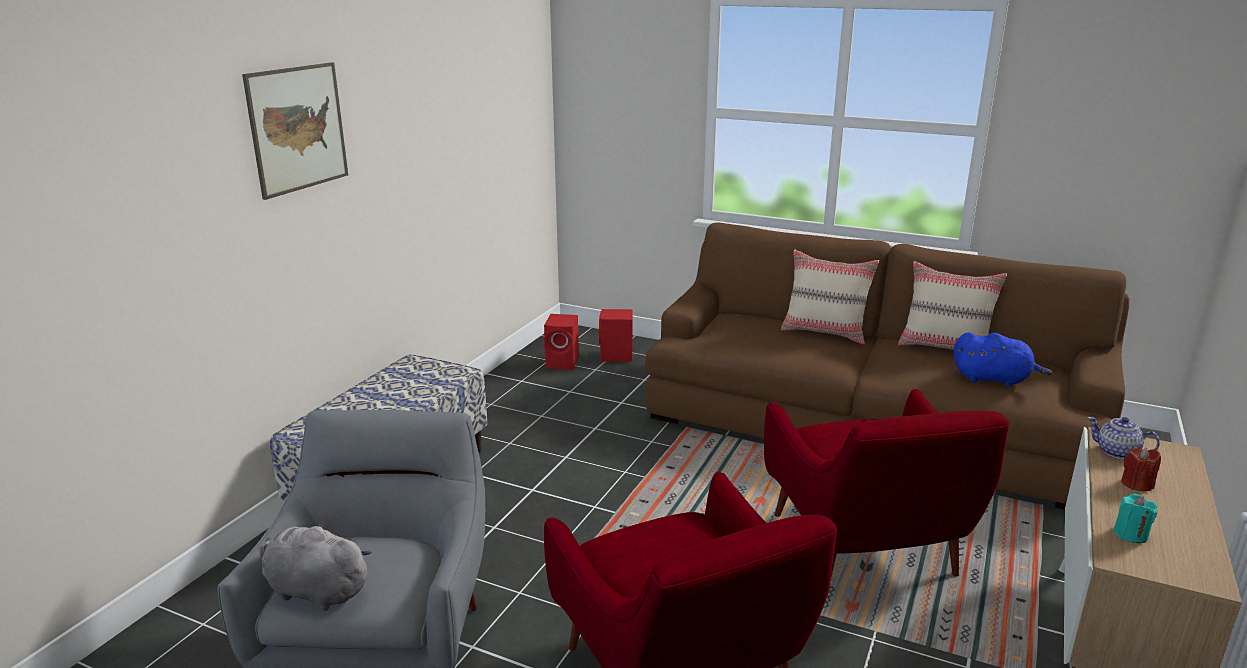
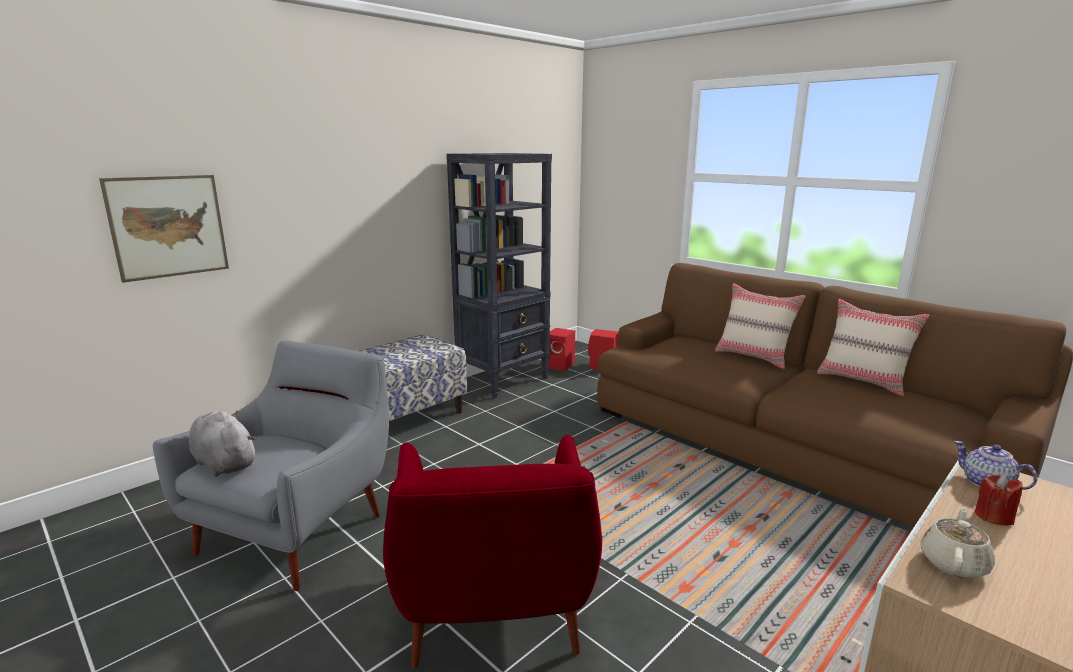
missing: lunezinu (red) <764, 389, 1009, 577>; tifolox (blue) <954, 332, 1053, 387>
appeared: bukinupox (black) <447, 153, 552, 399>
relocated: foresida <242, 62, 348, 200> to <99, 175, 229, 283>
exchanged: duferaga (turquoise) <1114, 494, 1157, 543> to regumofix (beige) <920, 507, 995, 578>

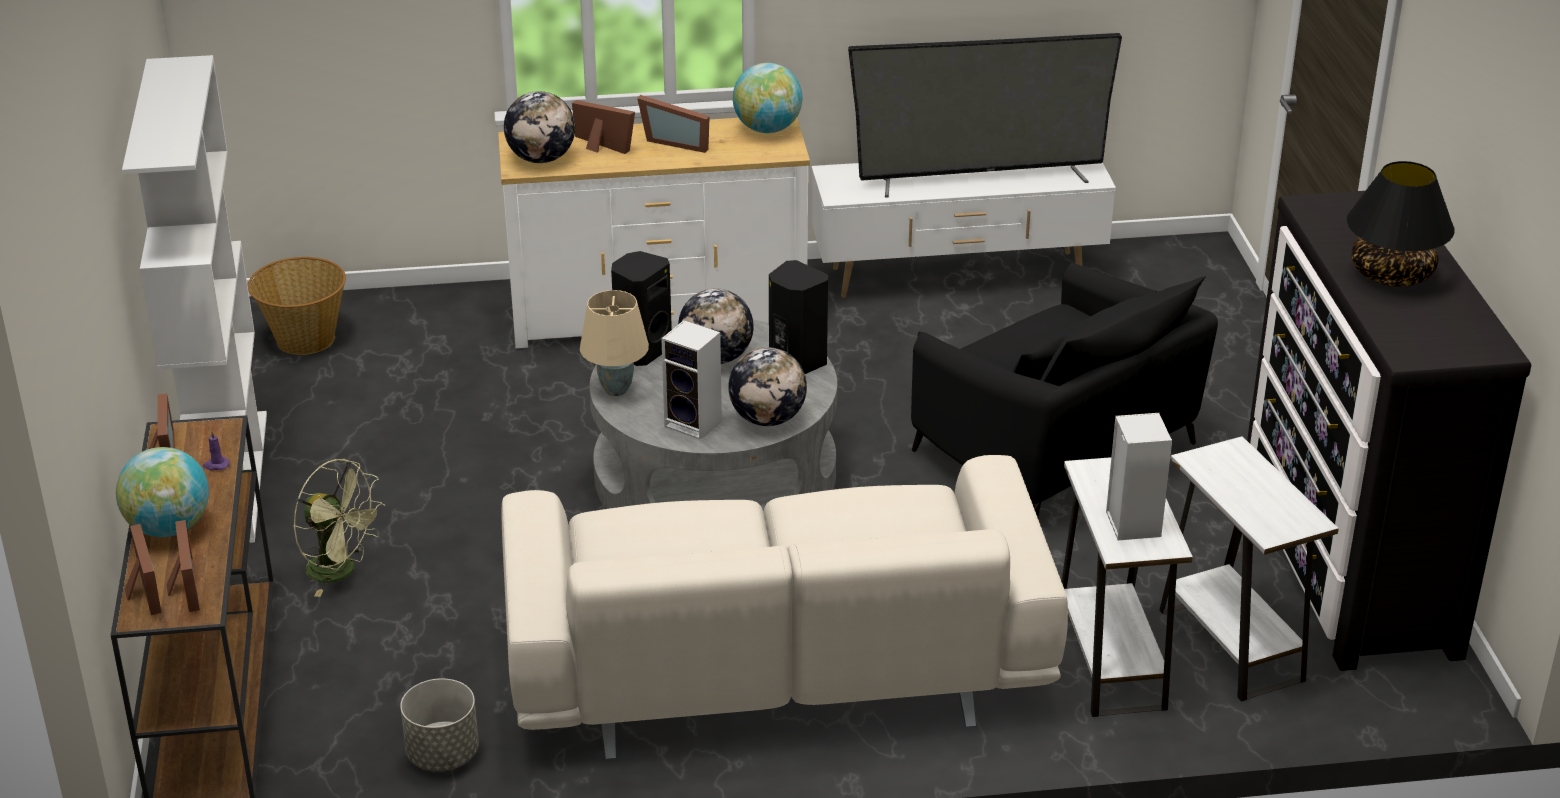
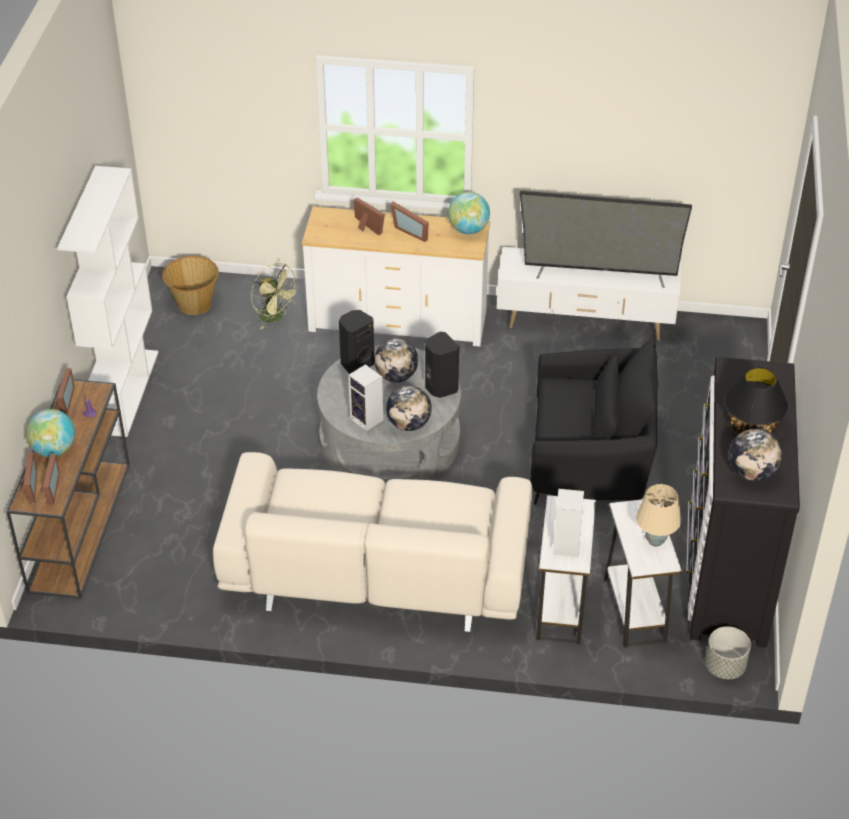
relocated: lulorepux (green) <293, 459, 385, 597> to <251, 263, 301, 329>; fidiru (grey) <400, 678, 479, 771> to <705, 626, 751, 679>; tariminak <504, 91, 575, 163> to <729, 429, 782, 481>; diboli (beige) <580, 290, 649, 396> to <636, 484, 681, 547>
spun: lunezinu (black) <911, 262, 1218, 518> = <531, 334, 658, 505> 60 degrees counterclockwise

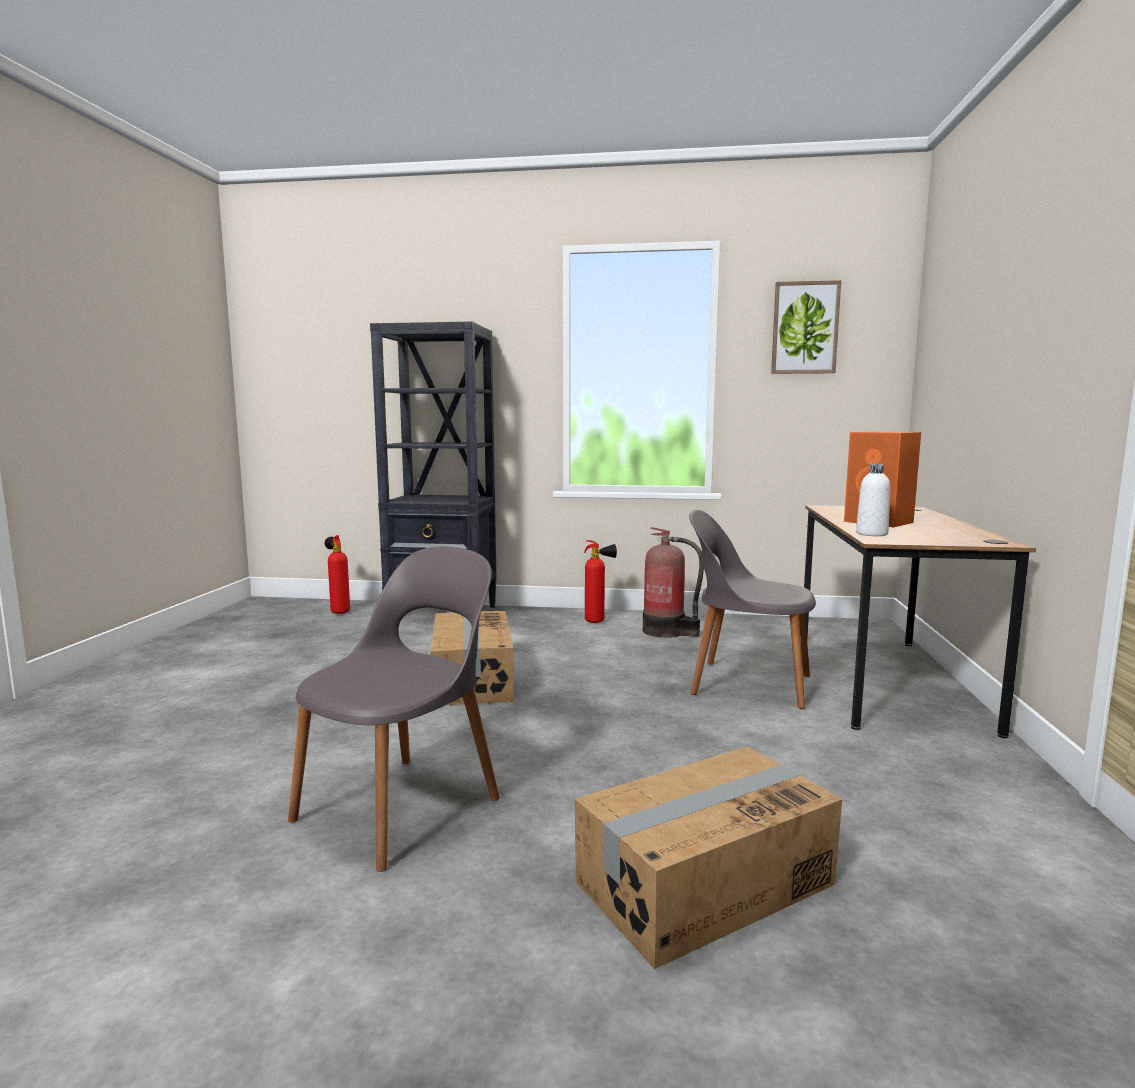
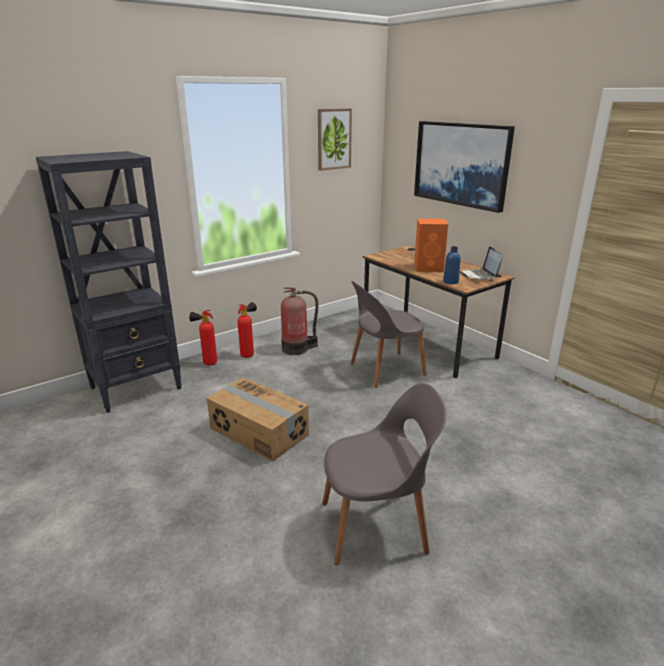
missing: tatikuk <575, 747, 842, 969>
appeared: foresida <414, 121, 515, 213>; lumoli <460, 247, 502, 280>
relocated: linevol <325, 535, 350, 614> to <189, 310, 217, 365>
colour: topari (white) <856, 464, 890, 536> to topari (blue) <443, 246, 461, 284>
spun: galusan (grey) <288, 546, 500, 872> = <322, 383, 447, 565> 90 degrees clockwise

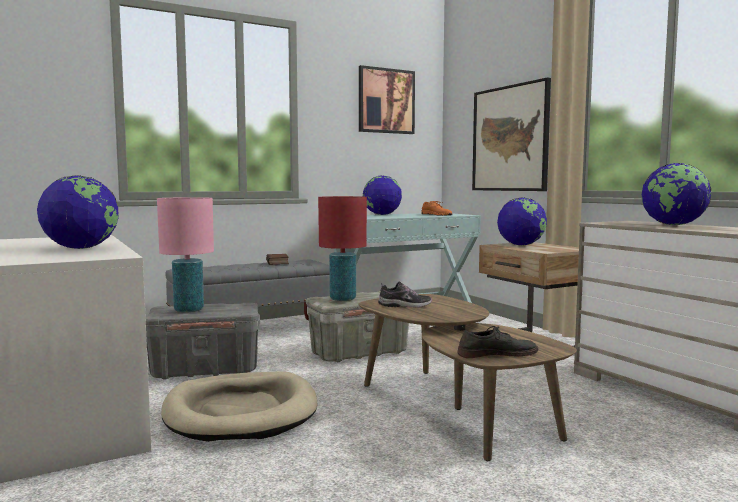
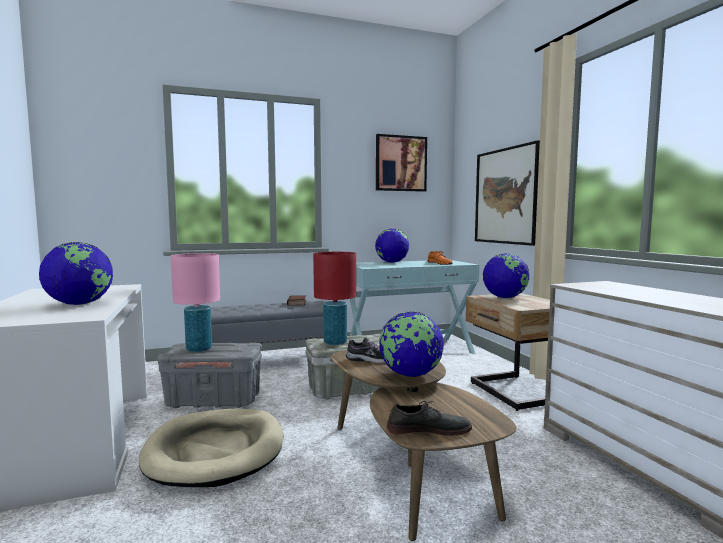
relocated: tariminak <641, 163, 711, 225> to <379, 312, 444, 377>

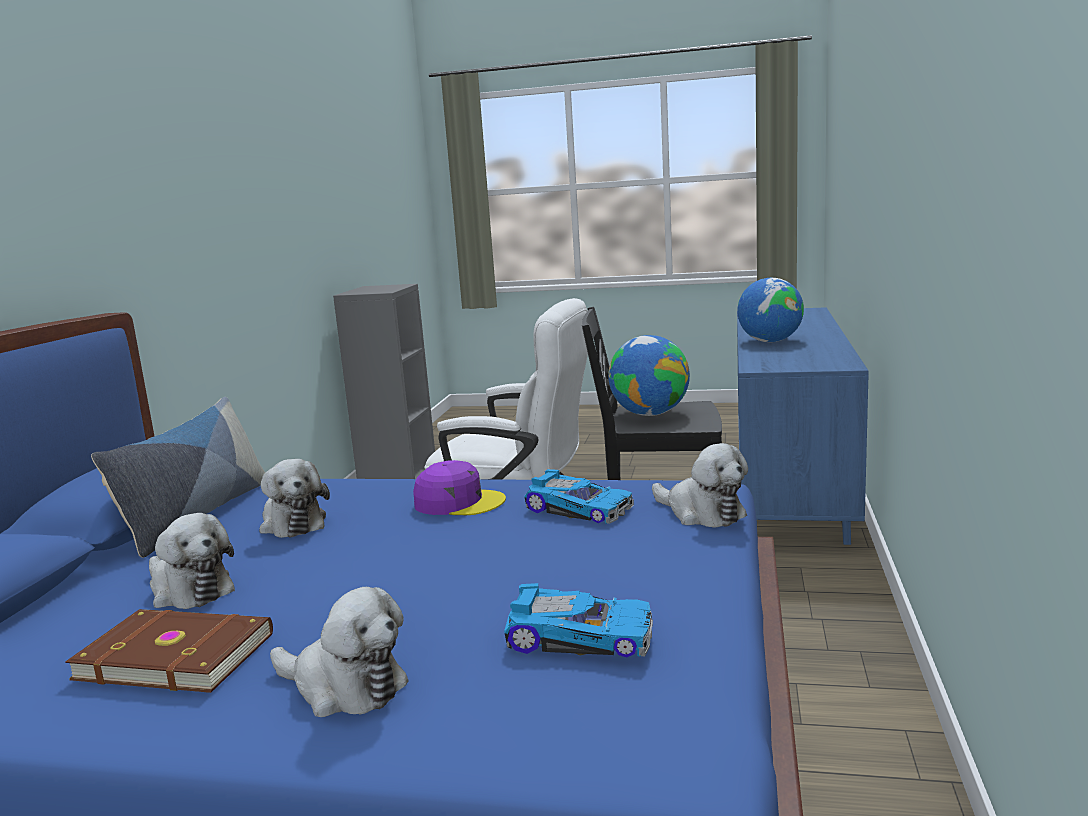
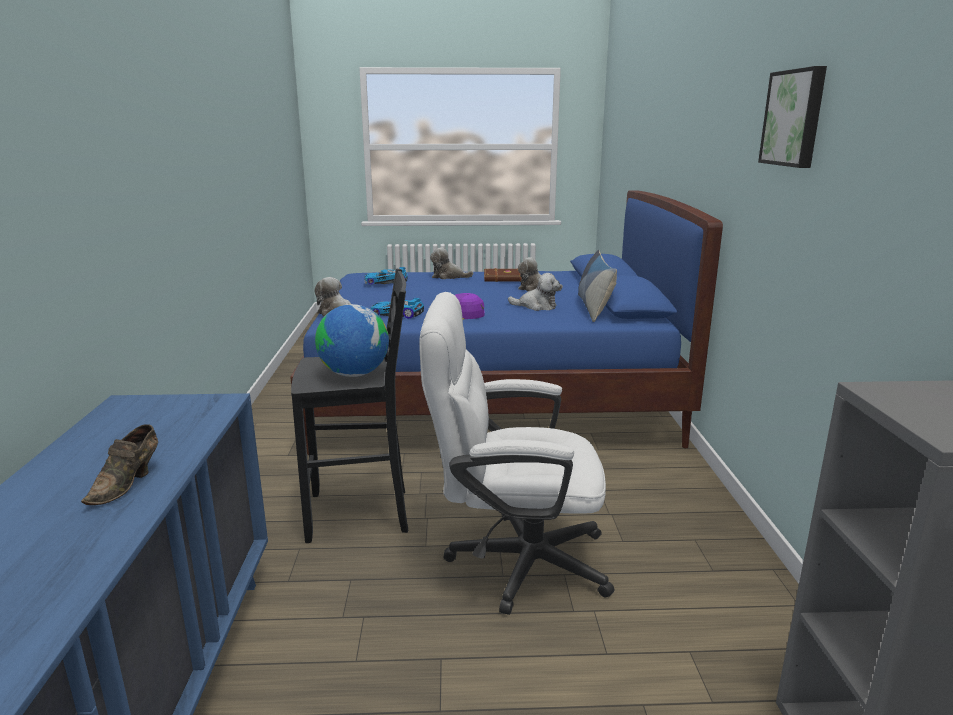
appeared: foresida <758, 66, 827, 168>
exchanged: tariminak <737, 278, 804, 342> to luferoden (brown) <81, 424, 158, 505>
spun: tifolox <259, 459, 330, 538> = <508, 273, 560, 311> 150 degrees clockwise

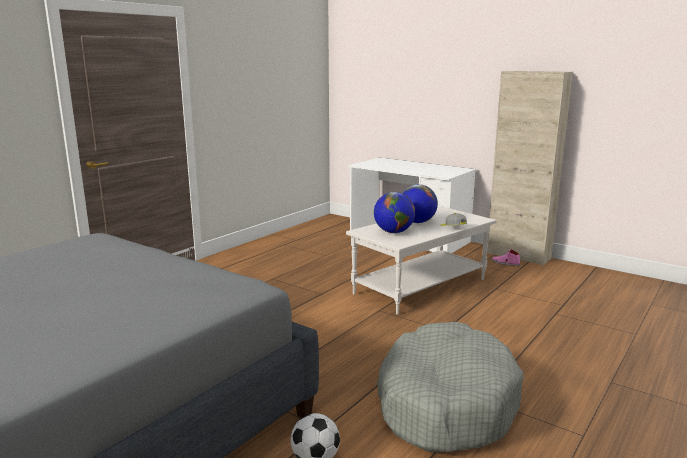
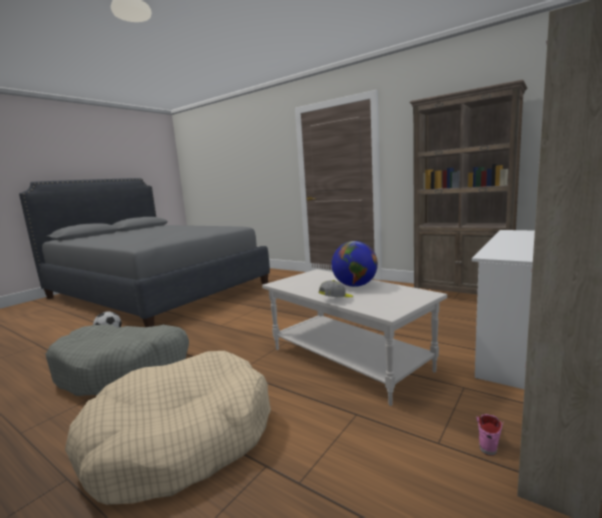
missing: tariminak <374, 192, 415, 233>
appeared: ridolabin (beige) <65, 351, 271, 505>; bukinupox (brown) <410, 80, 527, 294>

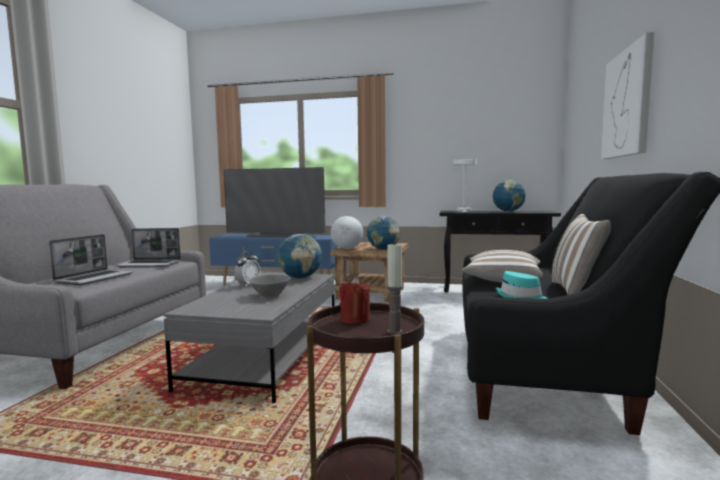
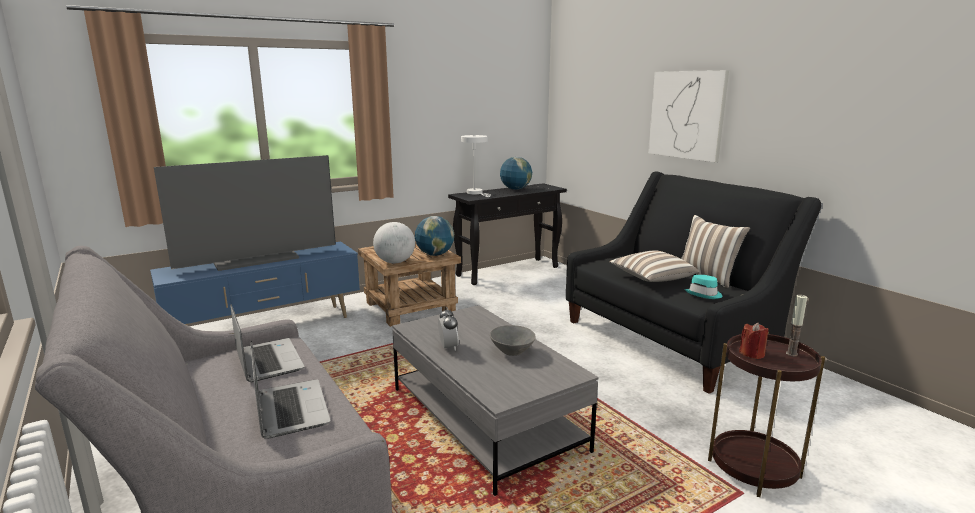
missing: tariminak <277, 234, 322, 278>
spun: lumoli <116, 228, 181, 267> = <230, 304, 305, 382> 75 degrees counterclockwise

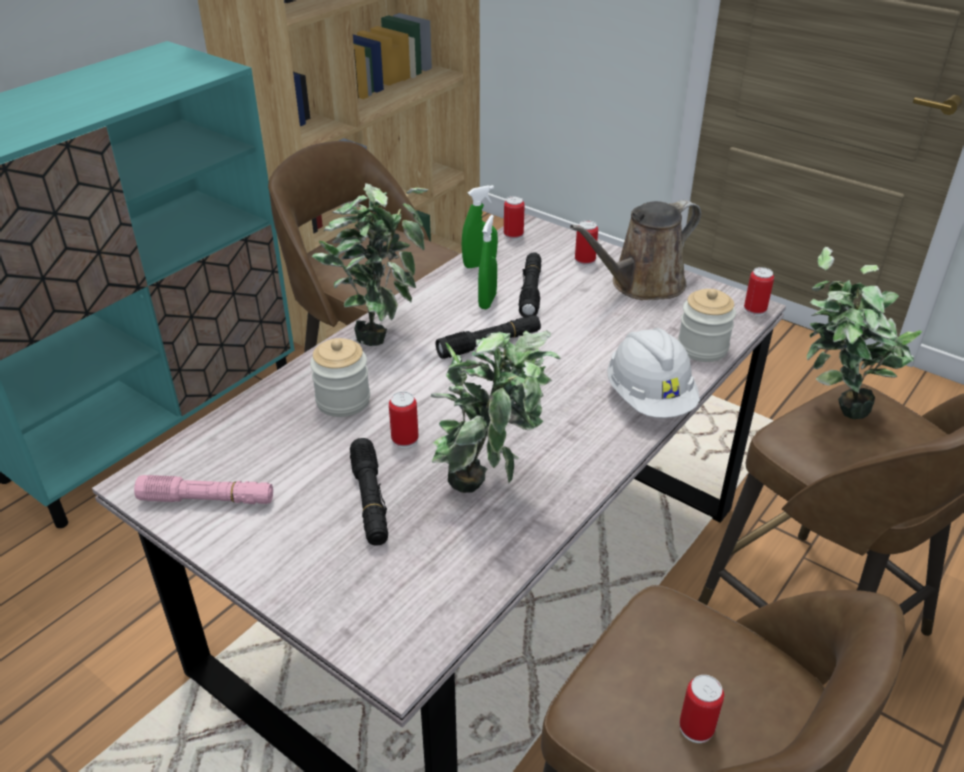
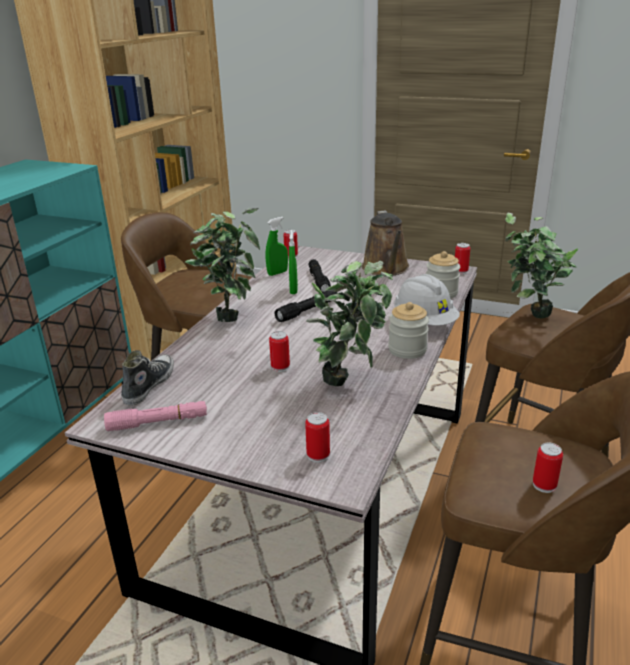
missing: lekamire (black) <350, 438, 388, 546>
appeared: luferoden <121, 350, 174, 406>
relocated: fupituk <310, 338, 370, 417> to <388, 302, 429, 359>; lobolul <575, 220, 598, 266> to <305, 412, 330, 463>
spun: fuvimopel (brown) <570, 200, 701, 300> = <362, 210, 409, 275> 45 degrees counterclockwise

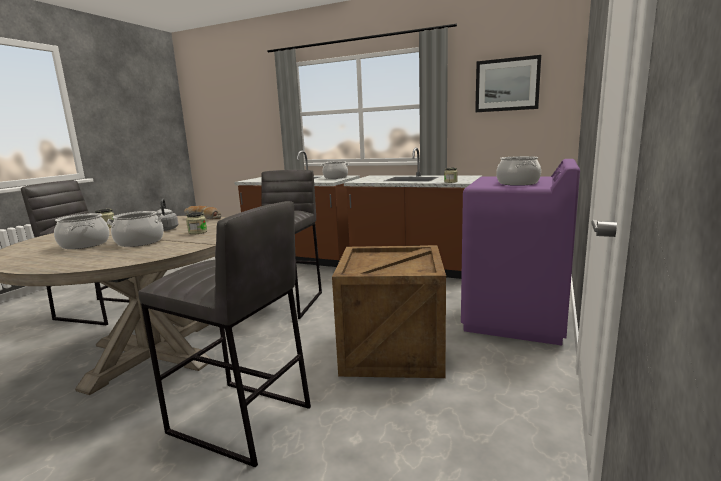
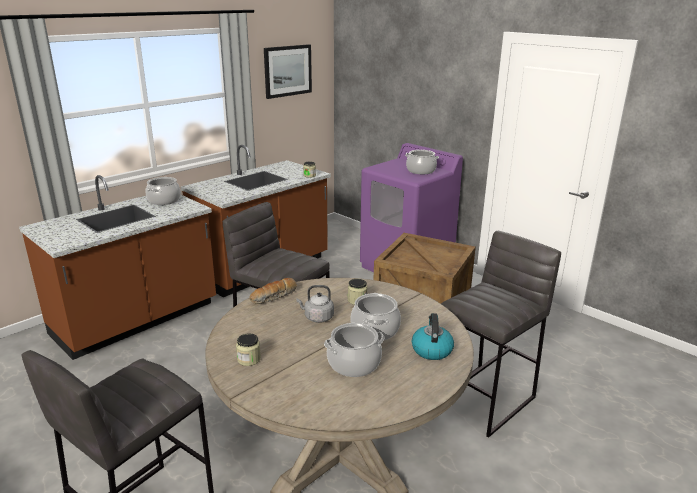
appeared: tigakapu <412, 313, 454, 360>

